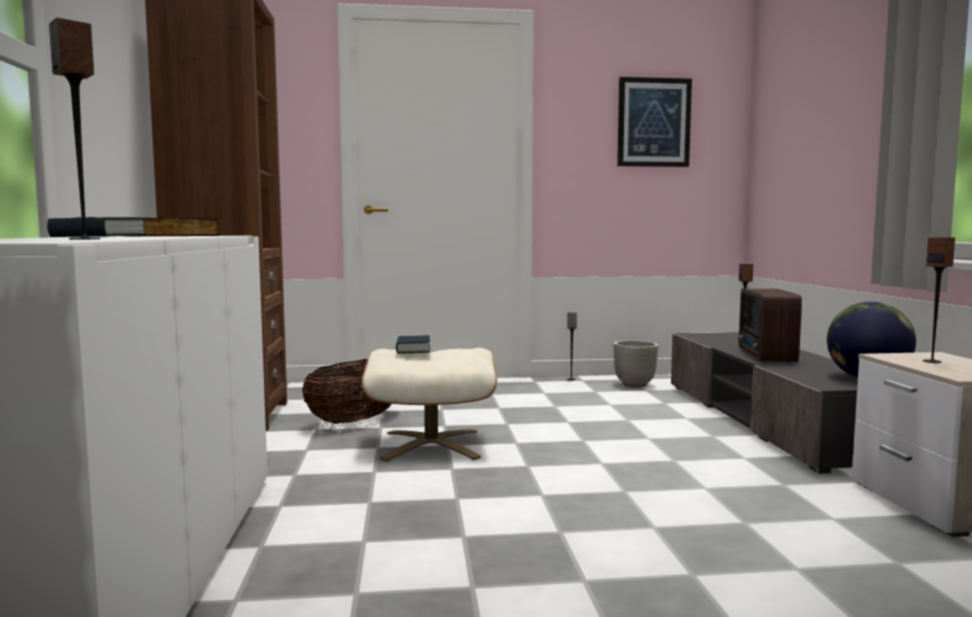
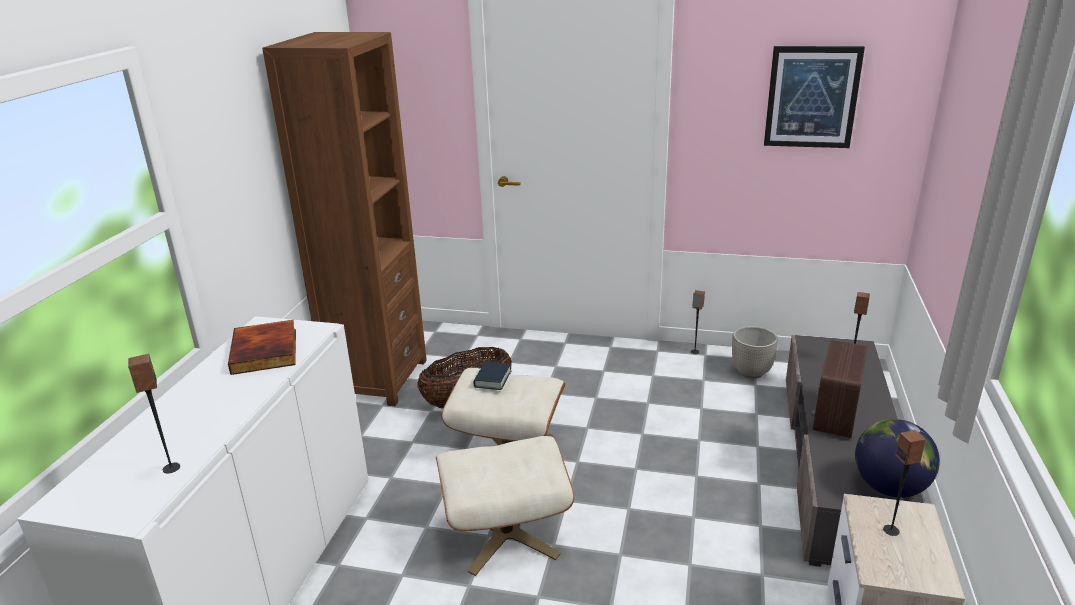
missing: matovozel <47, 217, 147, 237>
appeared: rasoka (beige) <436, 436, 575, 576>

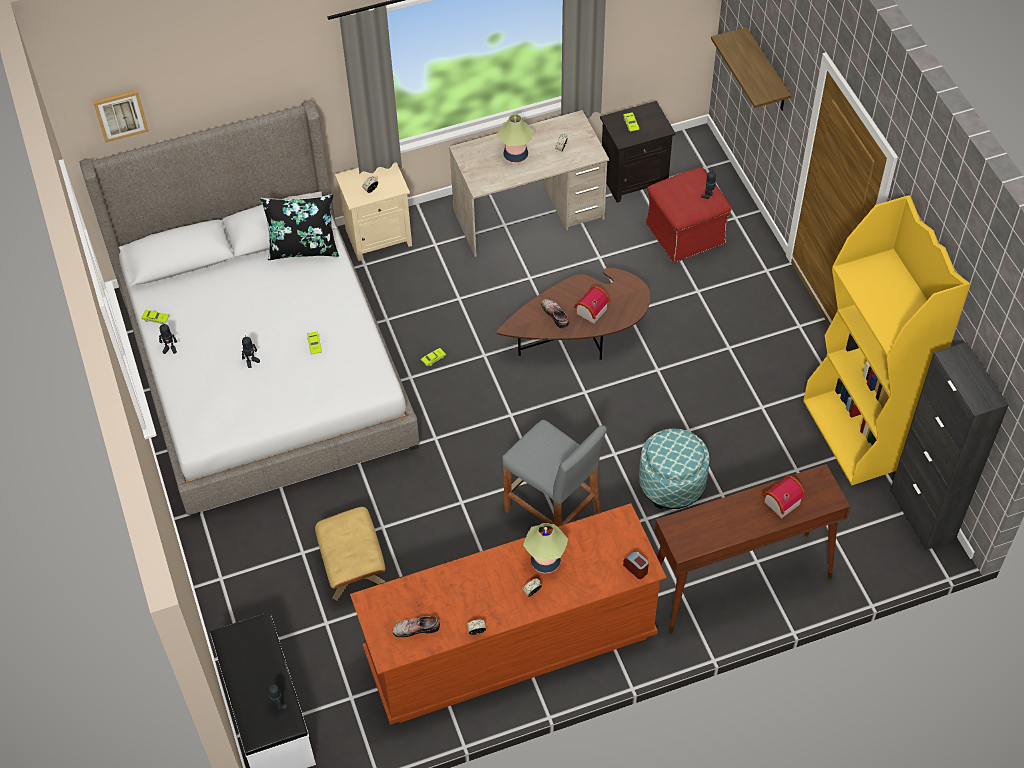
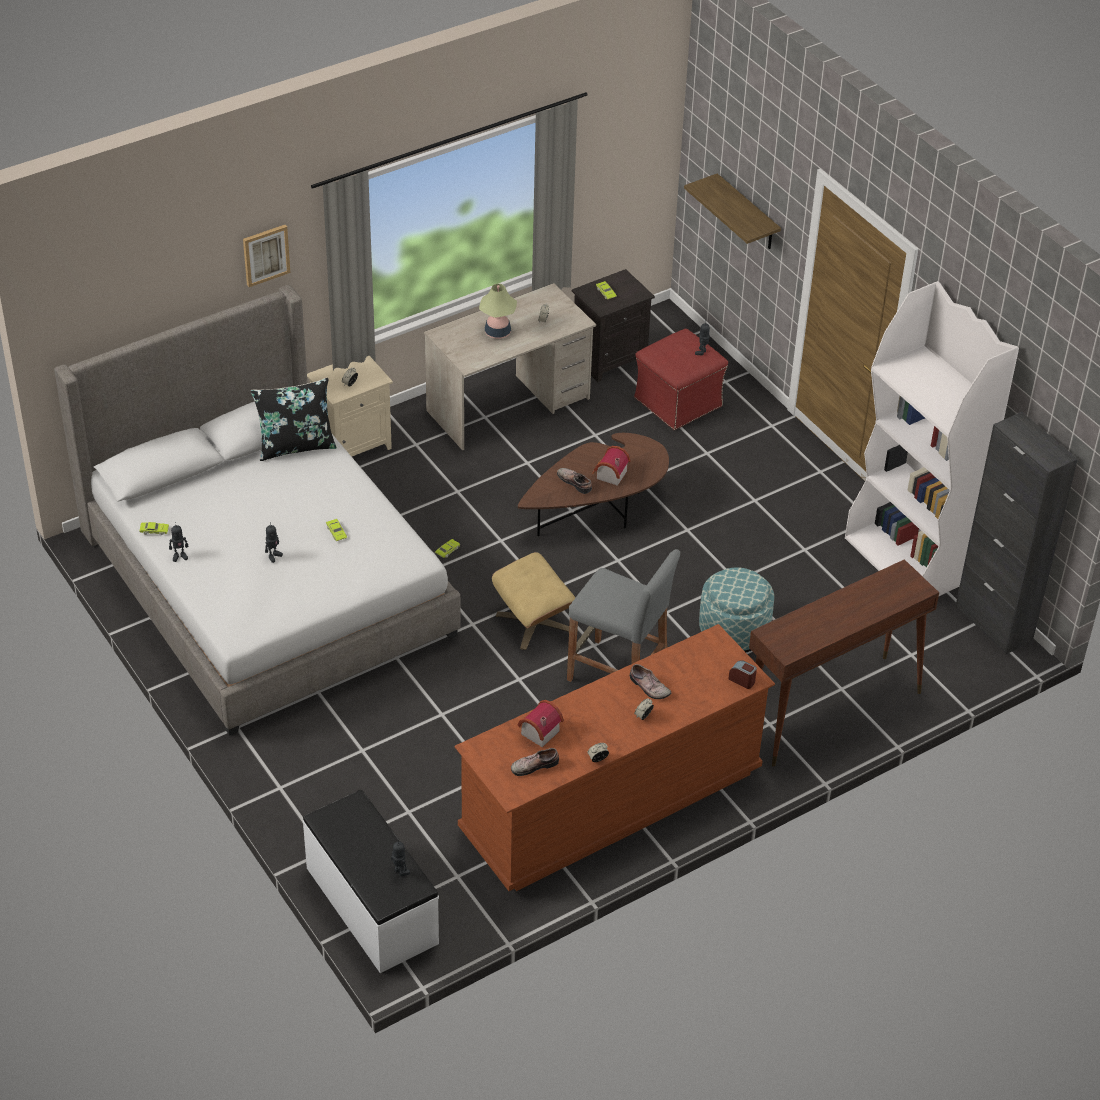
relocated: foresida <93, 90, 149, 143> to <243, 225, 290, 287>; rasoka (beige) <315, 507, 386, 601> to <492, 552, 575, 650>; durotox <762, 475, 806, 518> to <517, 700, 564, 747>
exchanged: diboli <523, 523, 568, 573> to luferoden <630, 664, 671, 699>
colour: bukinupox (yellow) <803, 195, 970, 485> to bukinupox (white) <845, 281, 1019, 596>

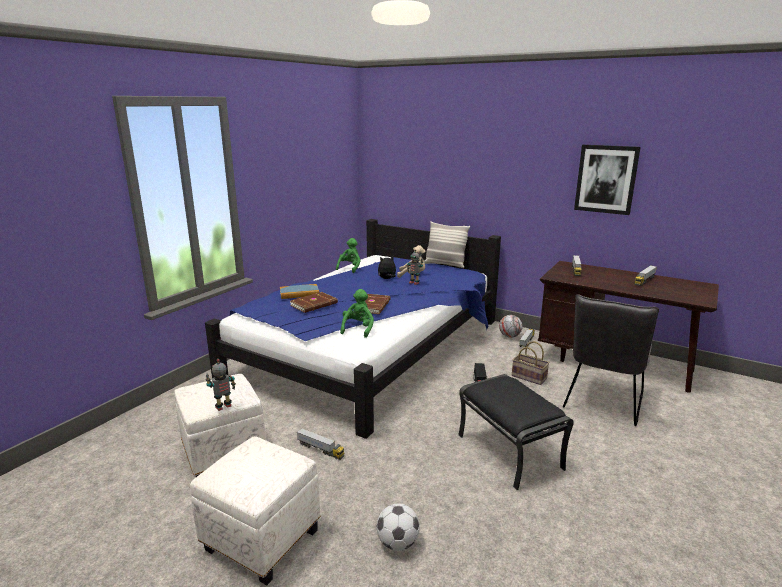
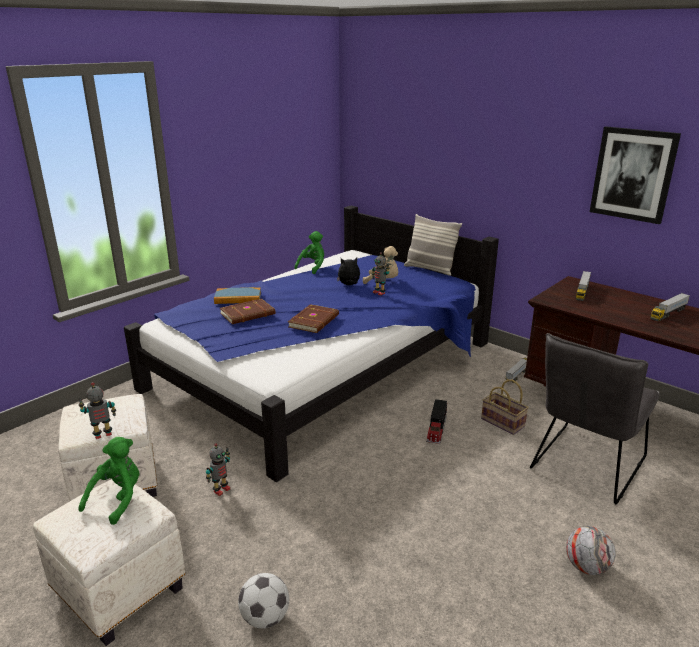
missing: rasoka (black) <458, 374, 574, 490>
relocated: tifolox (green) <340, 289, 374, 338> to <78, 437, 140, 525>; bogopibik <499, 315, 523, 338> to <566, 526, 616, 575>
exchanged: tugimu <297, 428, 345, 460> to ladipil <206, 443, 230, 496>

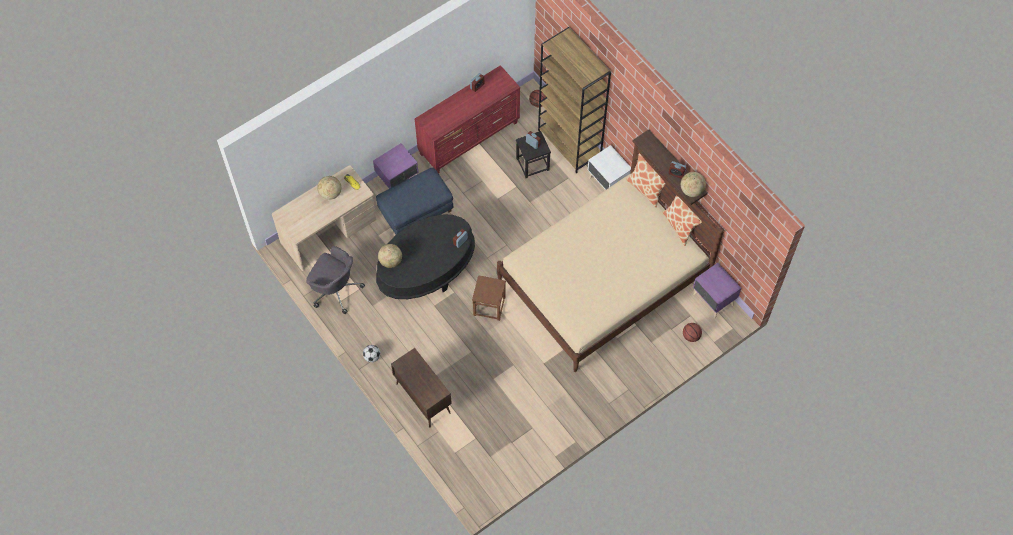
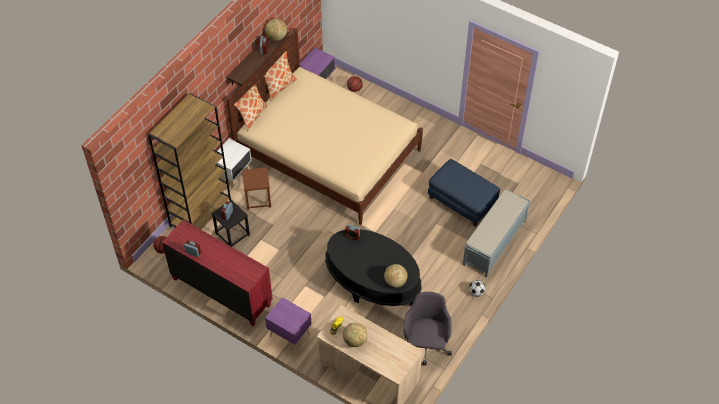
relocated: rasoka (blue) <376, 167, 453, 235> to <428, 159, 500, 227>; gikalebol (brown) <472, 275, 506, 321> to <242, 167, 271, 210>
exchanged: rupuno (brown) <391, 348, 452, 427> to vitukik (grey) <463, 190, 531, 278>

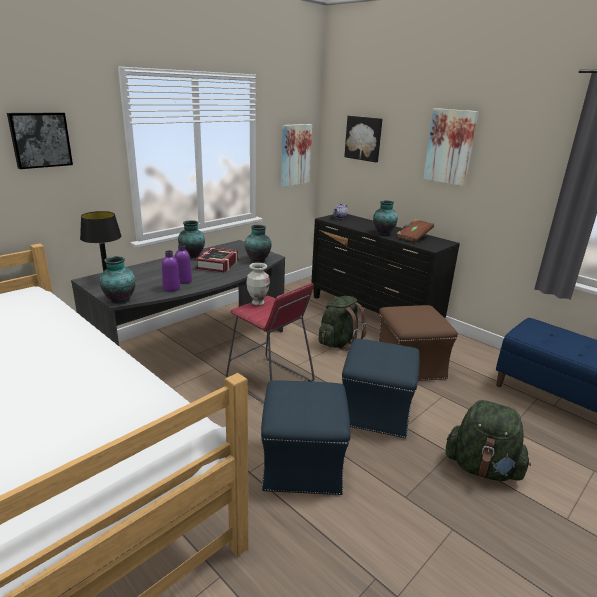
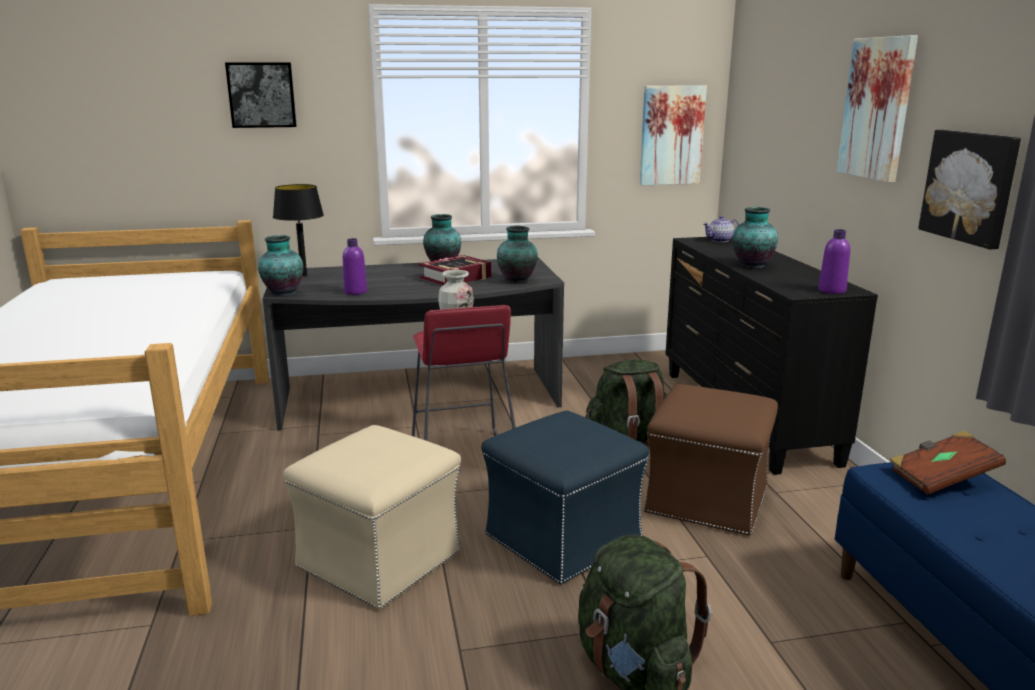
relocated: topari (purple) <175, 244, 192, 284> to <818, 229, 850, 294>; foresida <344, 116, 383, 162> to <918, 130, 1021, 249>; matovozel (brown) <396, 219, 434, 242> to <890, 430, 1006, 495>
colour: rasoka (blue) <261, 380, 350, 495> to rasoka (beige) <283, 425, 461, 609>

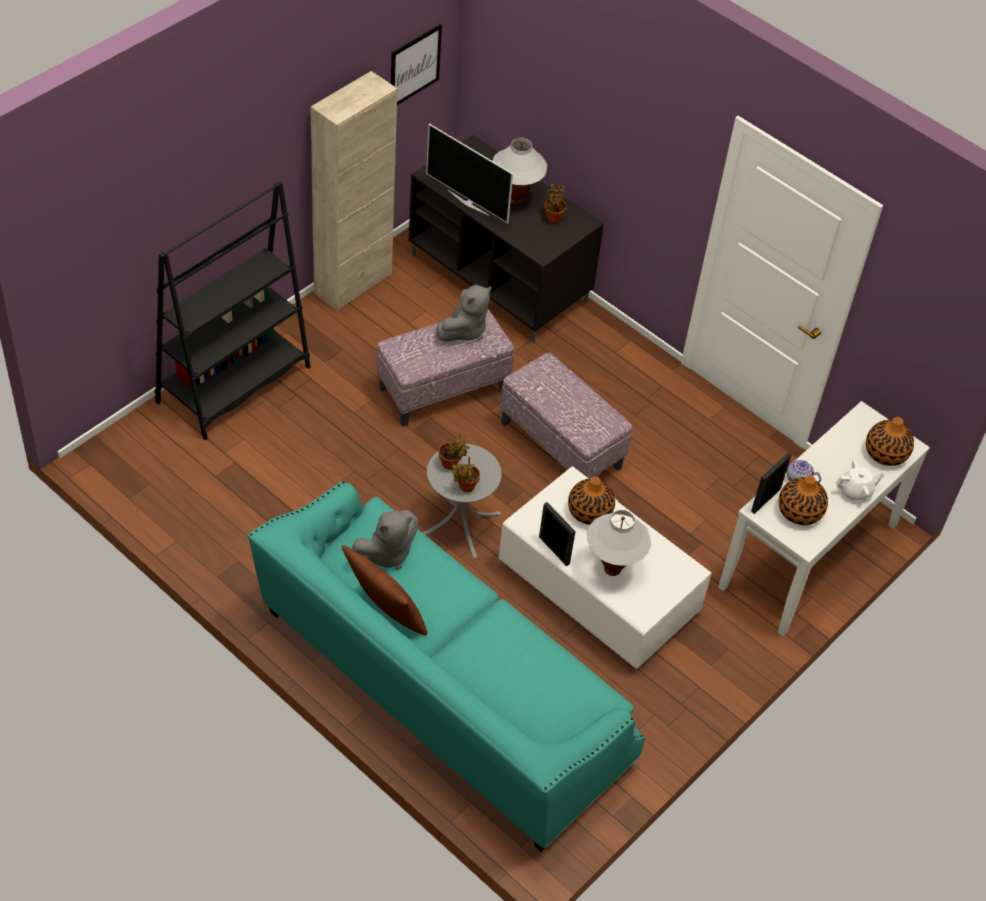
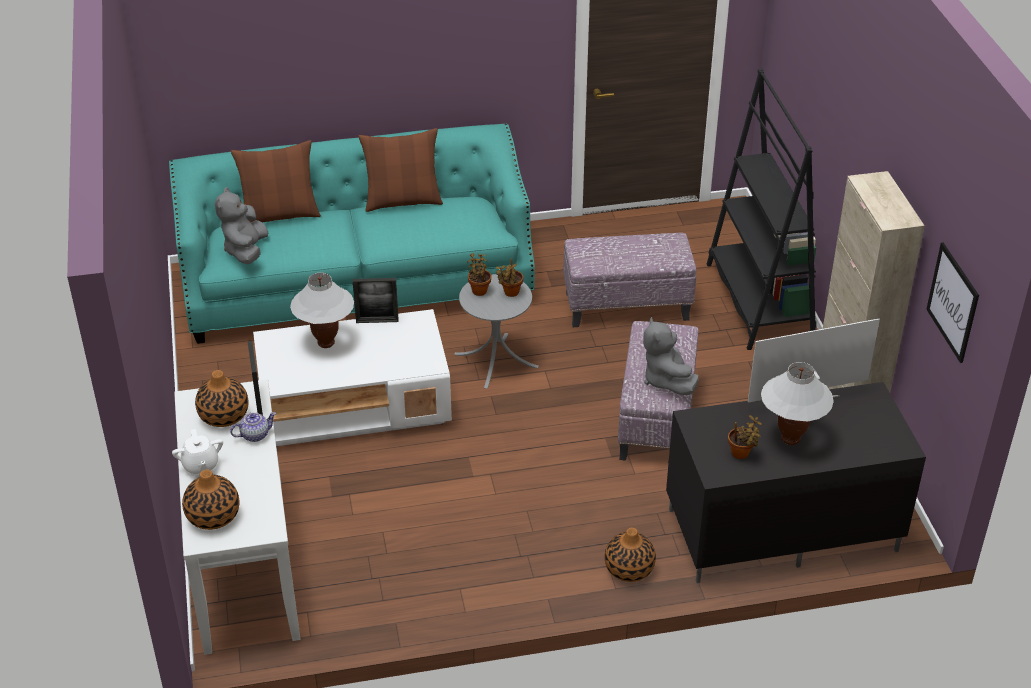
appeared: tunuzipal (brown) <231, 140, 321, 223>
relocated: tifolox (grey) <352, 510, 418, 569> to <215, 187, 268, 264>; rasoka <500, 352, 633, 479> to <563, 233, 696, 327>; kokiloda <568, 477, 615, 525> to <605, 528, 656, 582>
spun: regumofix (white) <836, 459, 884, 500> = <172, 429, 223, 475> 45 degrees counterclockwise

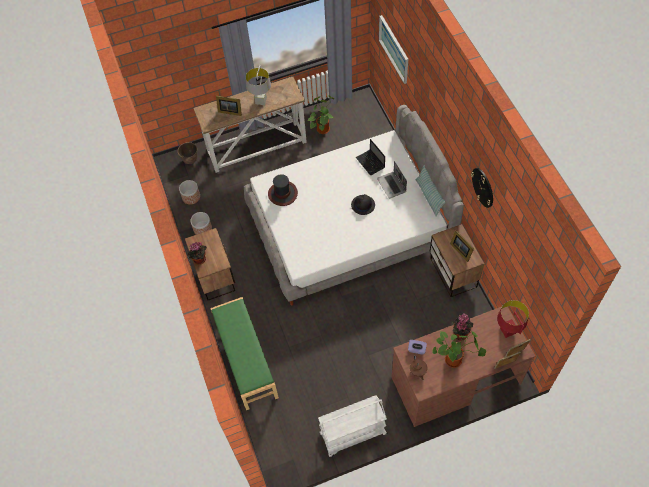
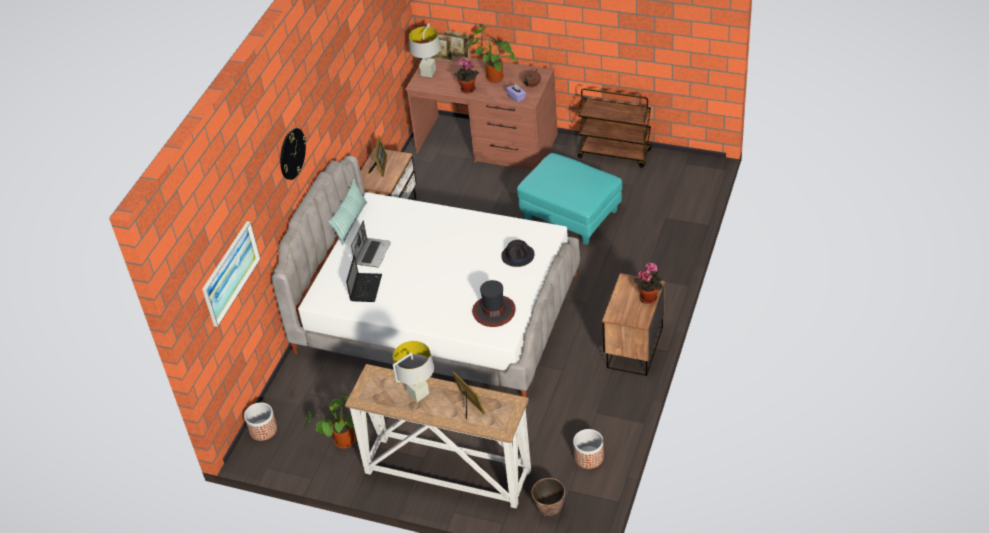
missing: vitukik (green) <210, 297, 279, 410>
appeared: rasoka (turquoise) <517, 153, 622, 245>
relocated: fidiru <190, 212, 212, 235> to <244, 402, 277, 441>; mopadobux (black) <351, 194, 375, 215> to <501, 240, 534, 267>; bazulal <471, 168, 493, 208> to <280, 128, 307, 180>
colour: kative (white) <318, 395, 387, 457> to kative (brown) <577, 88, 652, 168>; diboli (red) <497, 300, 529, 338> to diboli (grey) <409, 23, 441, 77>

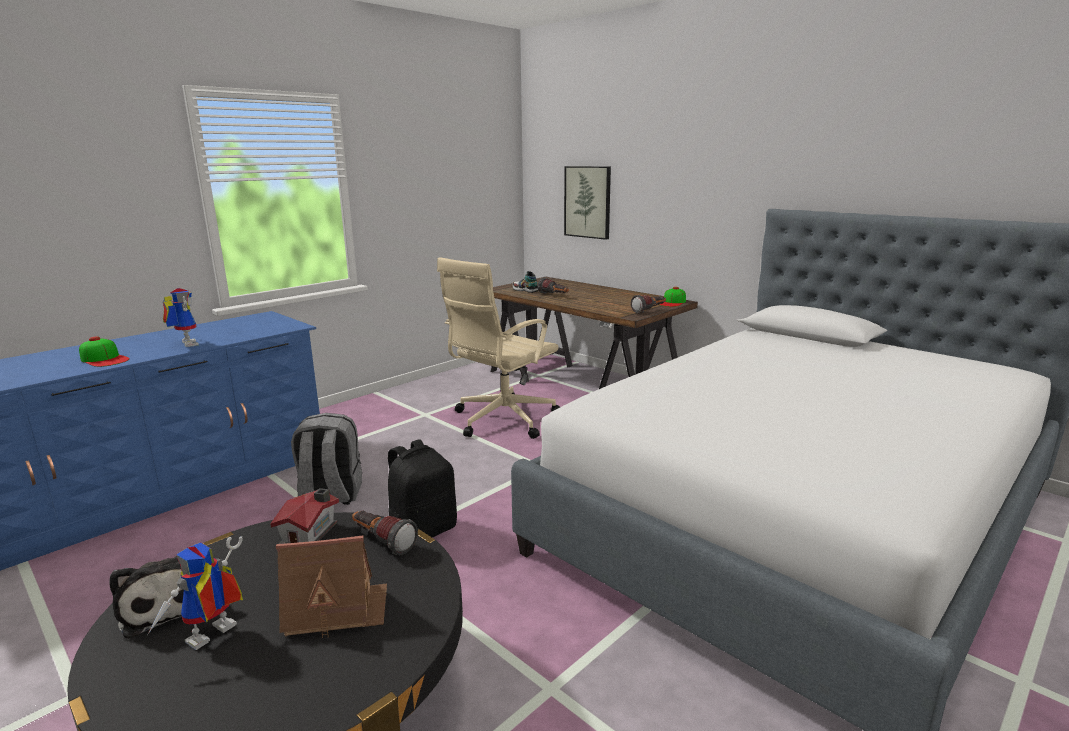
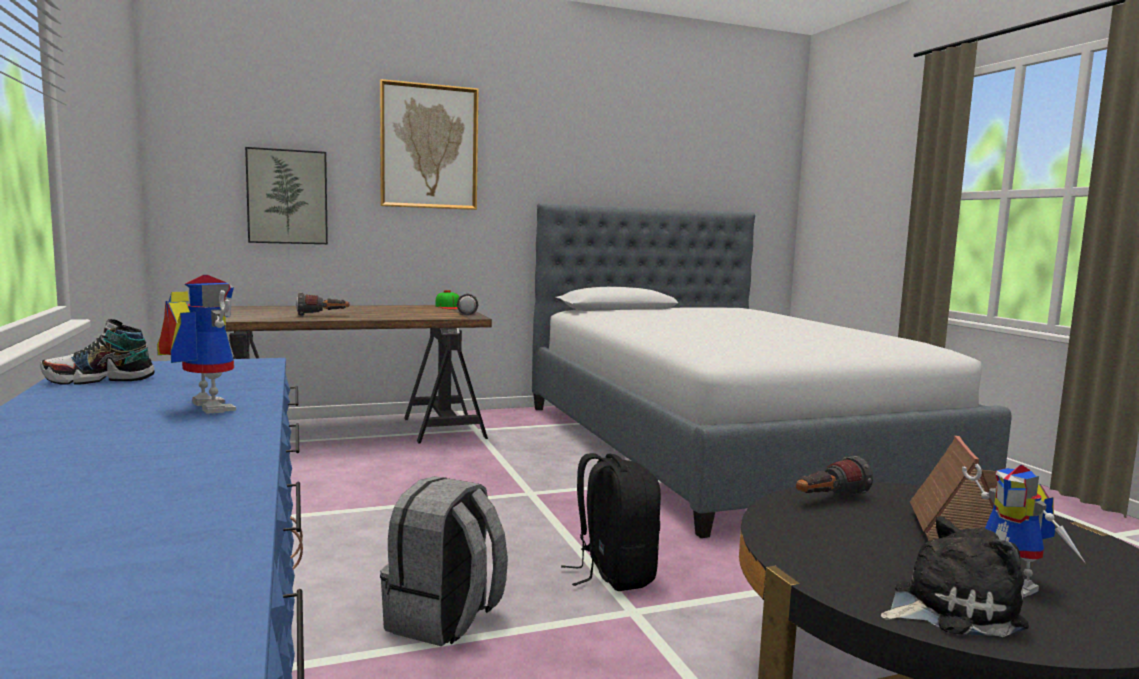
missing: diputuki <79, 336, 130, 367>; durotox <270, 488, 339, 544>; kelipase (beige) <437, 257, 560, 439>
appeared: foresida <380, 79, 478, 210>
relocated: luferoden <513, 271, 538, 293> to <40, 319, 155, 385>
spun: ladipil <163, 288, 199, 347> = <157, 275, 236, 414> 60 degrees clockwise

